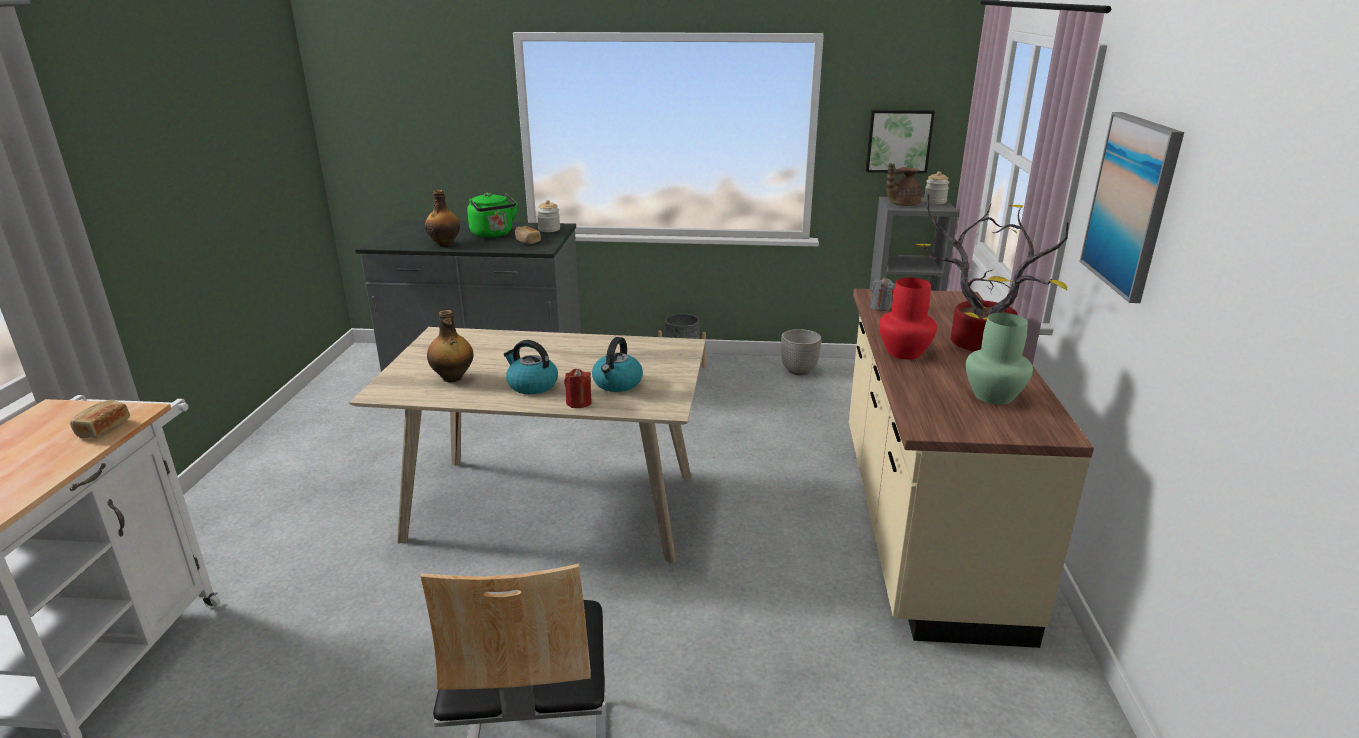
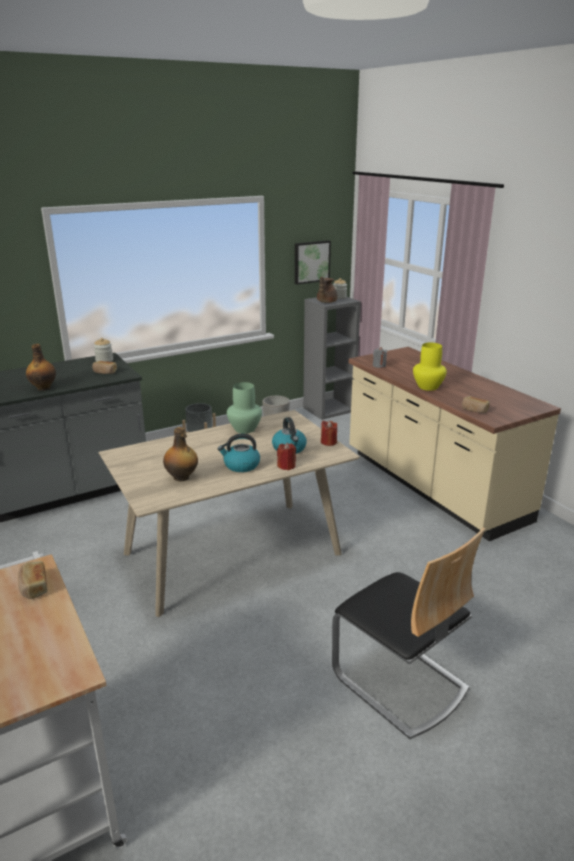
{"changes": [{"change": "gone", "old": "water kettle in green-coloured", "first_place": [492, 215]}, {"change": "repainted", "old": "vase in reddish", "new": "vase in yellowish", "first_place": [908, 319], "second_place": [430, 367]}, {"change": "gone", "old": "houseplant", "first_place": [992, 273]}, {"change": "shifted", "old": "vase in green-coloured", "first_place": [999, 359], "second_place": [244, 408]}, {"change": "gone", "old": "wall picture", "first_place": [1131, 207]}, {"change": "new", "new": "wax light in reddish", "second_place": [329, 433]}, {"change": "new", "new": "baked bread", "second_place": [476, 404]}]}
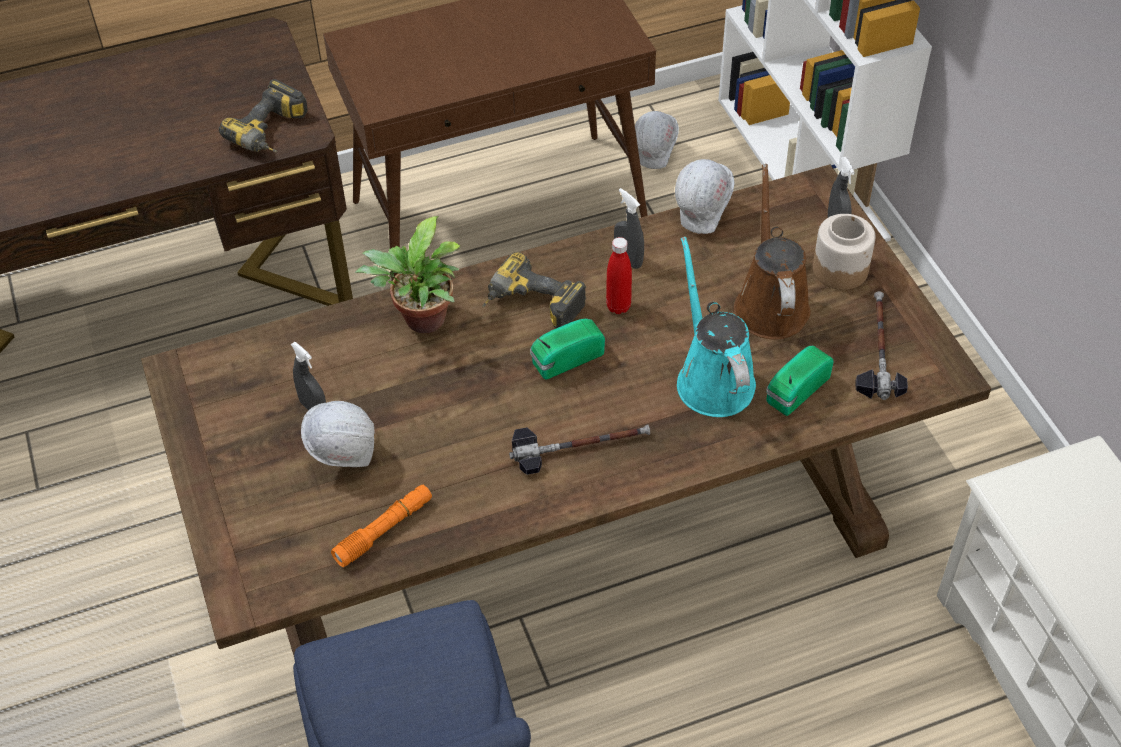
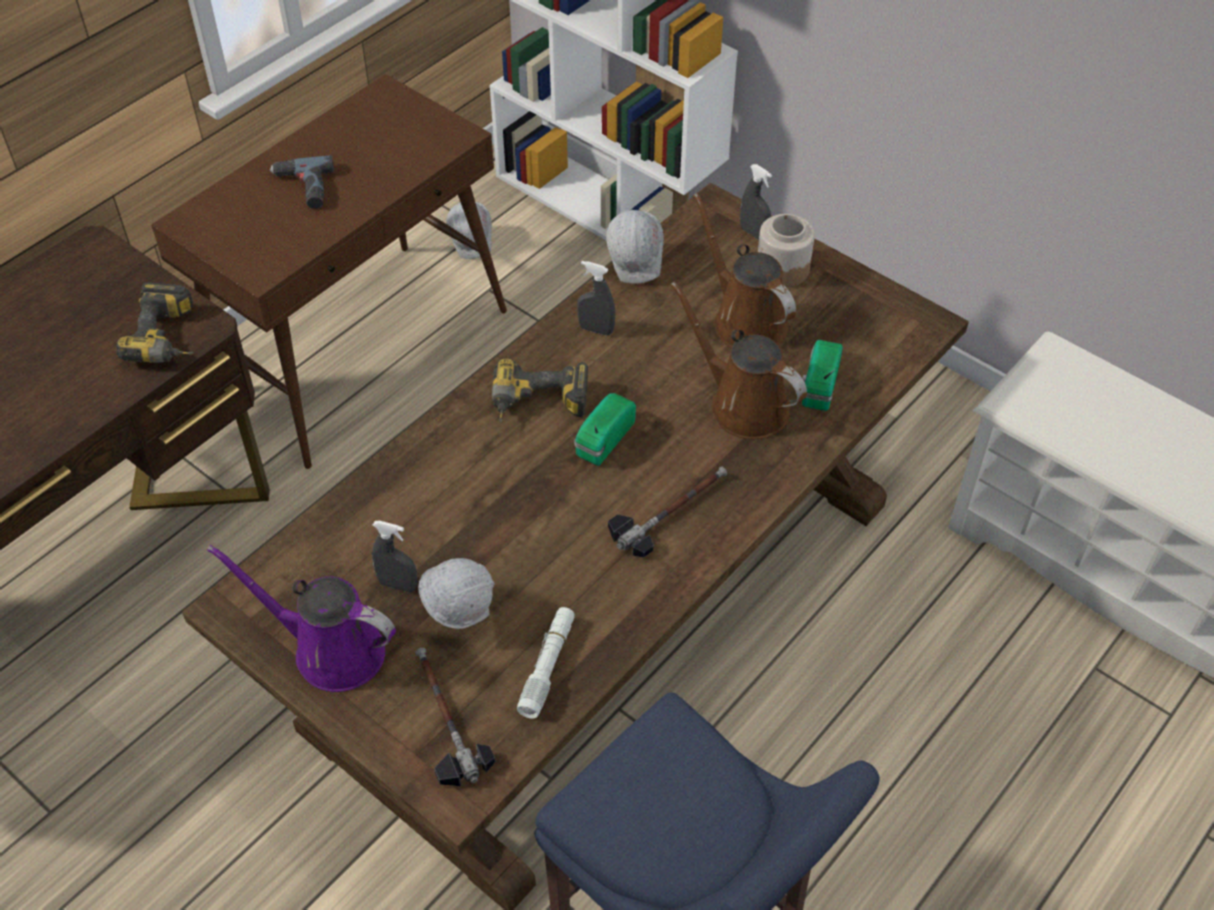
{"changes": [{"change": "repainted", "old": "torch in orange", "new": "torch in white-coloured", "first_place": [381, 526], "second_place": [546, 663]}, {"change": "gone", "old": "houseplant", "first_place": [408, 274]}, {"change": "gone", "old": "drink bottle in reddish", "first_place": [619, 275]}, {"change": "repainted", "old": "watering can in blue-green", "new": "watering can in brown-coloured", "first_place": [716, 327], "second_place": [739, 360]}, {"change": "shifted", "old": "tool hammer", "first_place": [881, 345], "second_place": [455, 717]}, {"change": "new", "new": "watering can in purple", "second_place": [301, 618]}, {"change": "new", "new": "power drill", "second_place": [302, 182]}]}
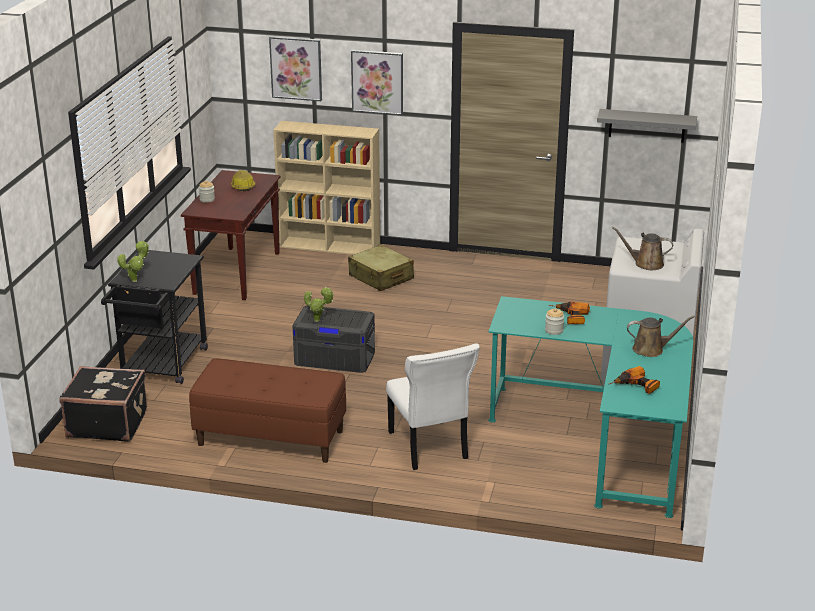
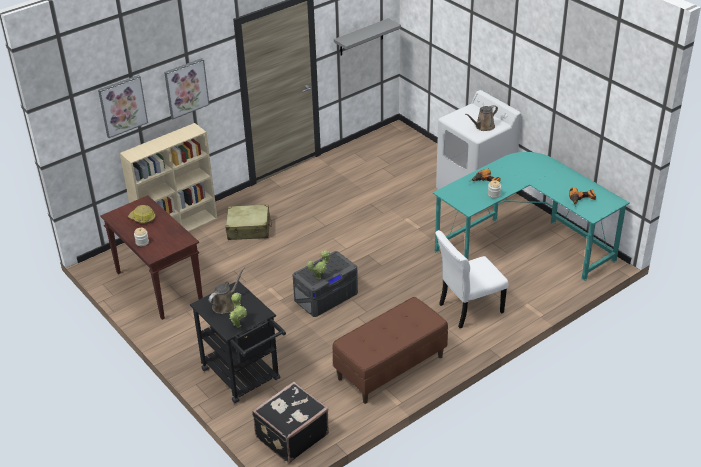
{"changes": [{"change": "rotated", "old": "chair in white-coloured", "first_place": [433, 407], "second_place": [471, 279], "degrees": 135}, {"change": "shifted", "old": "watering can in brown-coloured", "first_place": [661, 336], "second_place": [226, 290]}]}
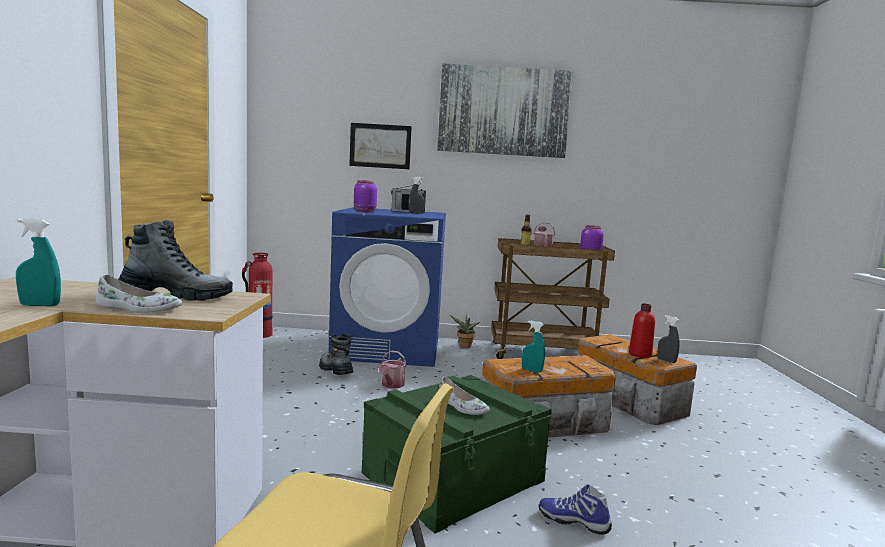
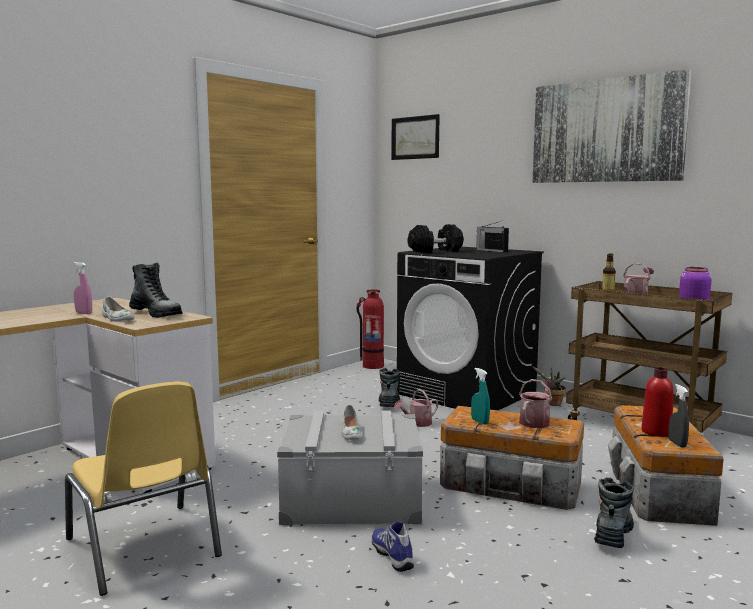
{"changes": [{"change": "repainted", "old": "sprayer in blue-green", "new": "sprayer in pink-coloured", "first_place": [38, 262], "second_place": [83, 288]}, {"change": "repainted", "old": "washing machine in blue", "new": "washing machine in black", "first_place": [387, 287], "second_place": [470, 328]}, {"change": "shifted", "old": "wall picture", "first_place": [380, 146], "second_place": [416, 137]}, {"change": "swapped", "old": "storage jar in purple", "new": "dumbbell in black", "first_place": [365, 196], "second_place": [435, 238]}, {"change": "repainted", "old": "storage container in green-coloured", "new": "storage container in grey", "first_place": [457, 454], "second_place": [350, 467]}, {"change": "gone", "old": "sprayer in grey", "first_place": [416, 195]}, {"change": "new", "new": "watering can", "second_place": [537, 403]}, {"change": "new", "new": "boot", "second_place": [614, 512]}]}
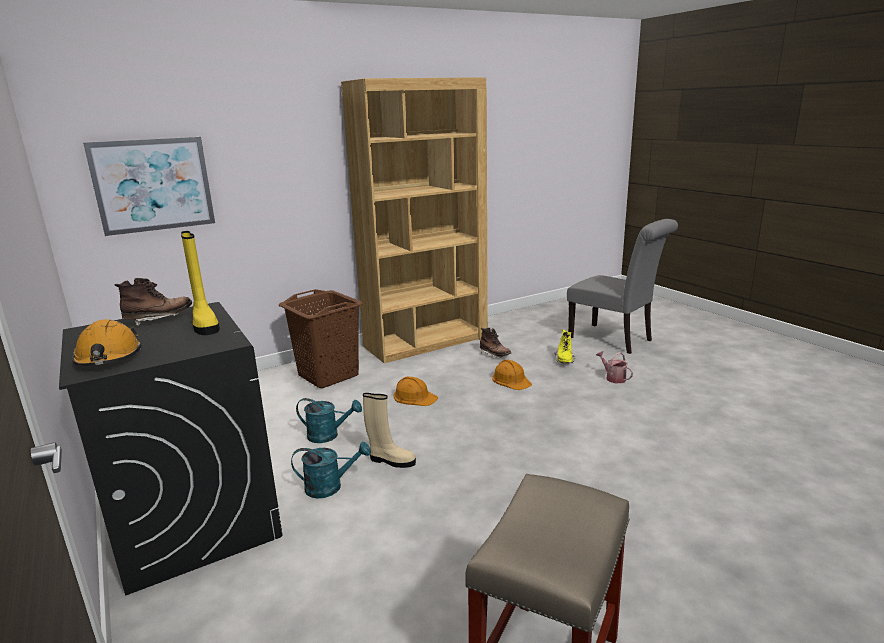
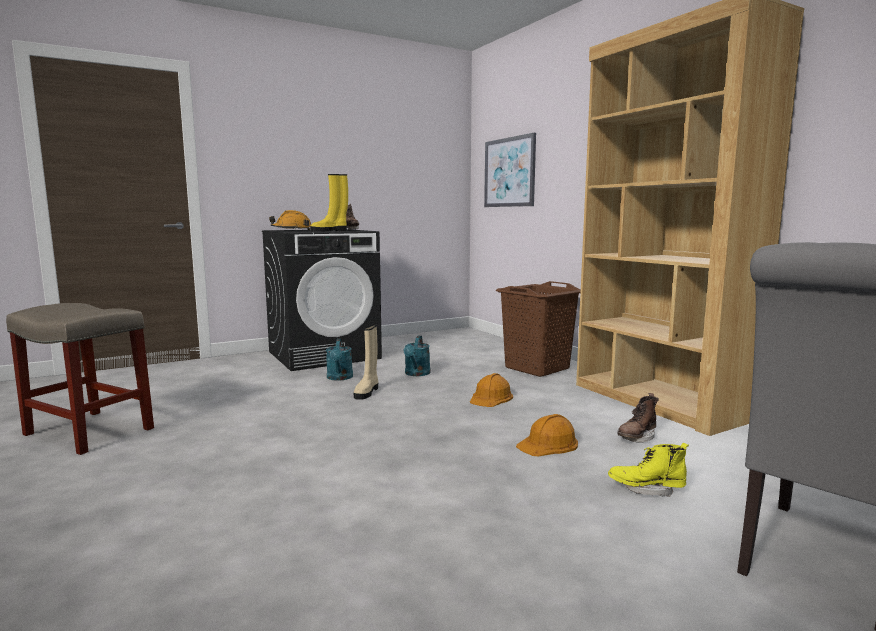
{"changes": [{"change": "gone", "old": "watering can", "first_place": [614, 367]}]}
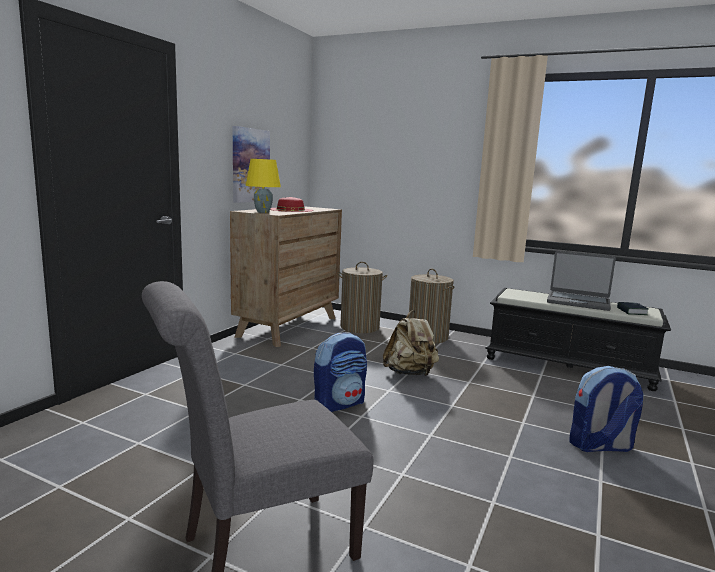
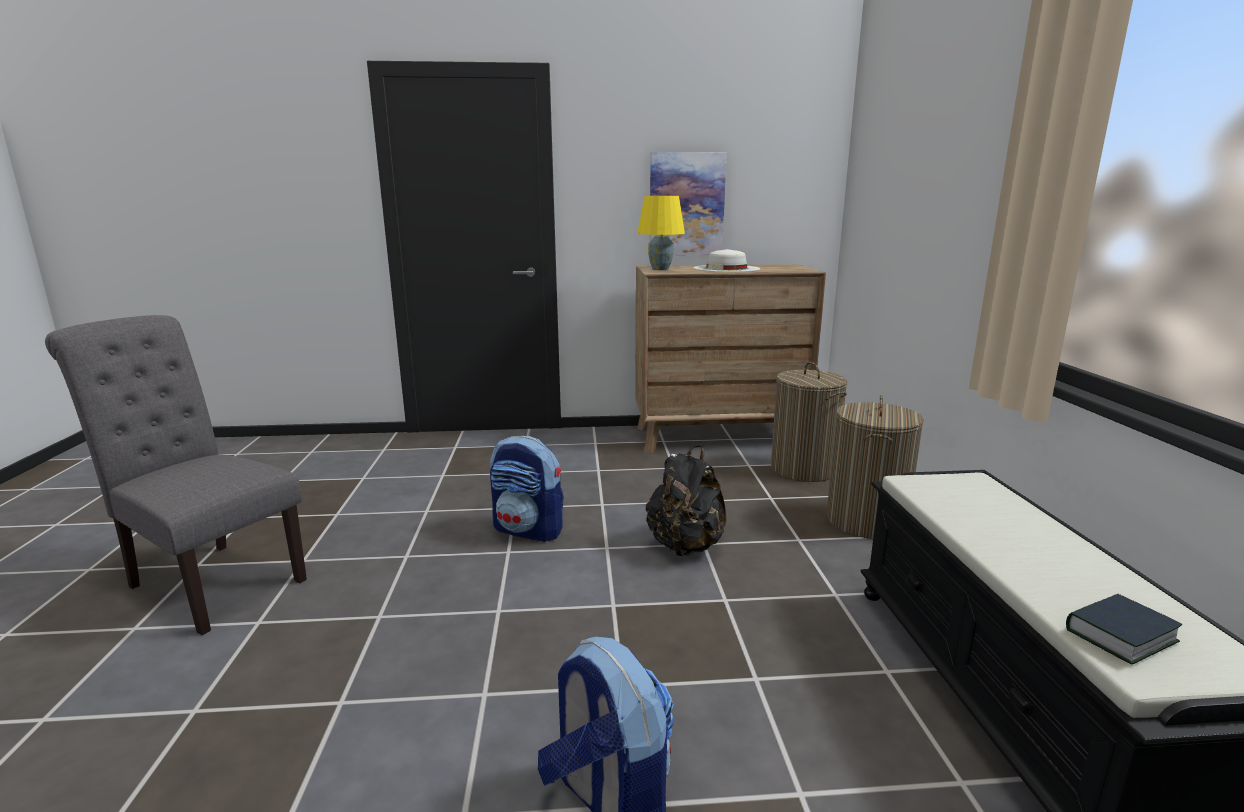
{"changes": [{"change": "repainted", "old": "wearable hat in reddish", "new": "wearable hat in white-coloured", "first_place": [291, 204], "second_place": [727, 260]}, {"change": "repainted", "old": "rucksack in beige", "new": "rucksack in black", "first_place": [411, 343], "second_place": [686, 501]}, {"change": "gone", "old": "laptop", "first_place": [581, 281]}]}
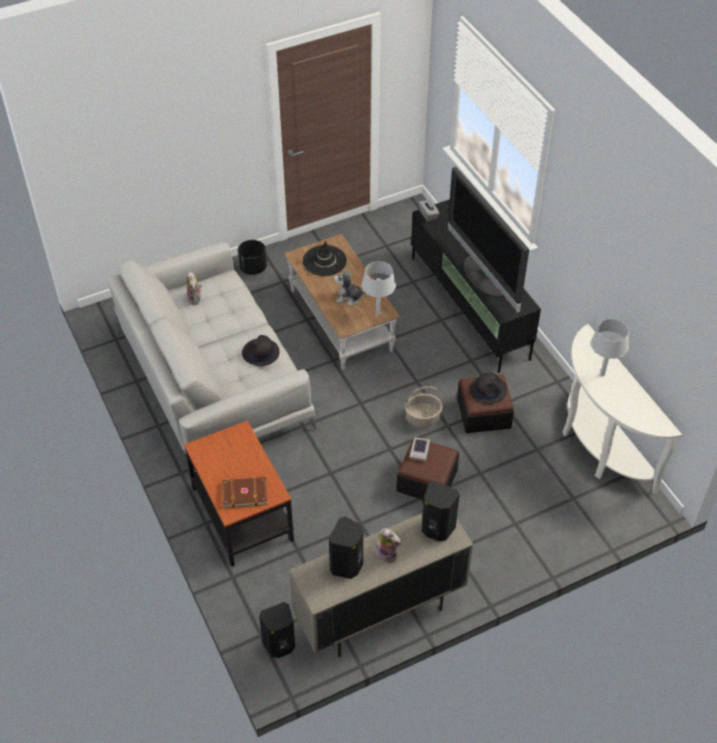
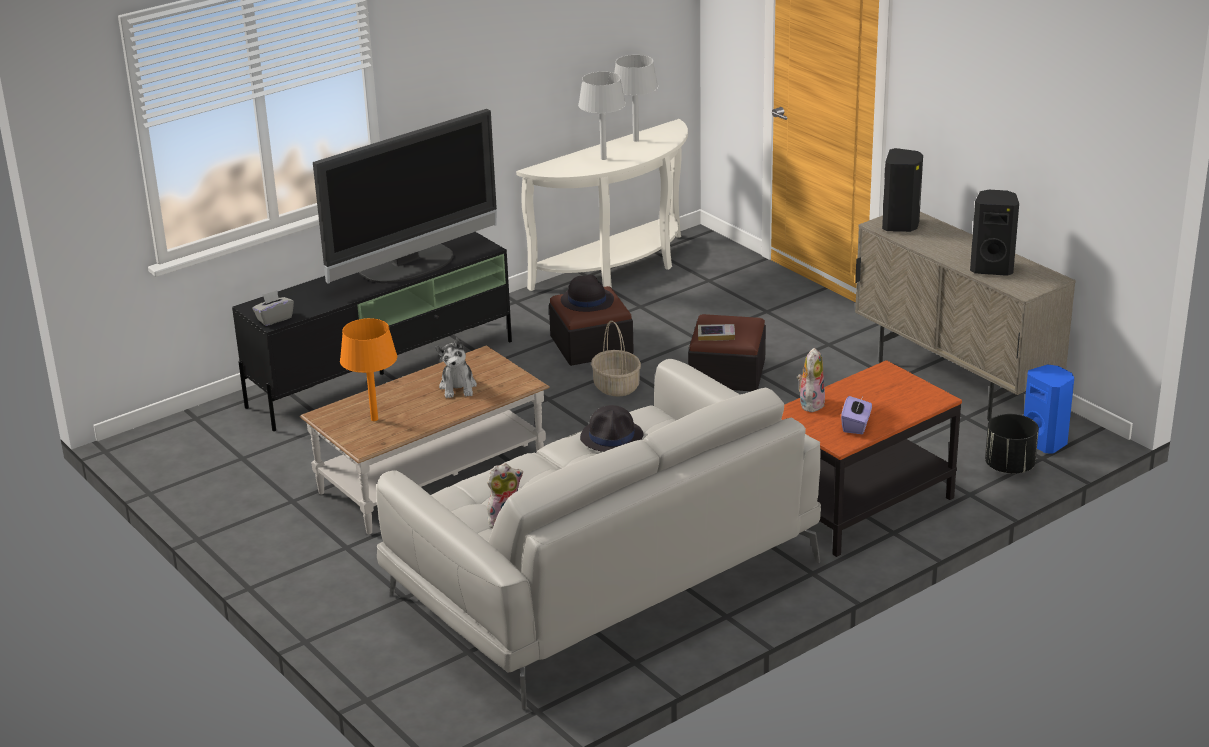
{"changes": [{"change": "gone", "old": "bound book in brown-coloured", "first_place": [245, 492]}, {"change": "shifted", "old": "flower pot in black", "first_place": [252, 257], "second_place": [1012, 444]}, {"change": "repainted", "old": "speaker in black", "new": "speaker in blue", "first_place": [277, 630], "second_place": [1049, 409]}, {"change": "swapped", "old": "wearable hat in black", "new": "table lamp in orange", "first_place": [325, 258], "second_place": [368, 369]}, {"change": "shifted", "old": "table lamp in grey", "first_place": [379, 288], "second_place": [636, 98]}, {"change": "shifted", "old": "soft toy", "first_place": [389, 546], "second_place": [811, 380]}, {"change": "new", "new": "box of tissues in purple", "second_place": [856, 414]}]}
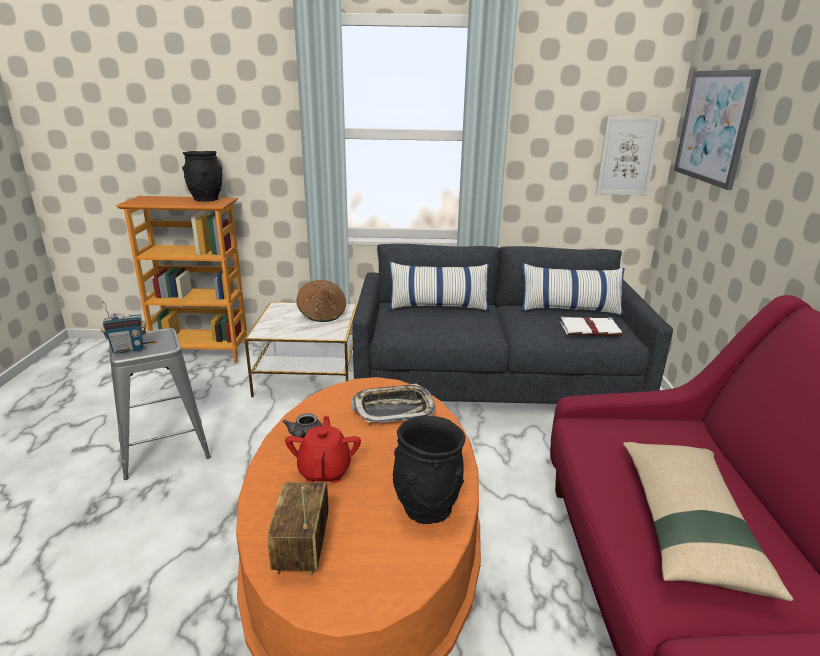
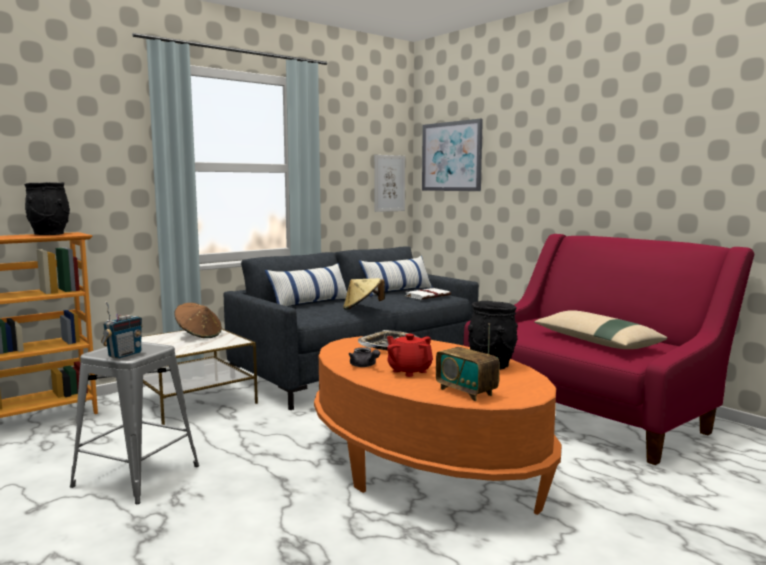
{"changes": [{"change": "new", "new": "wearable hat in beige", "second_place": [364, 294]}]}
